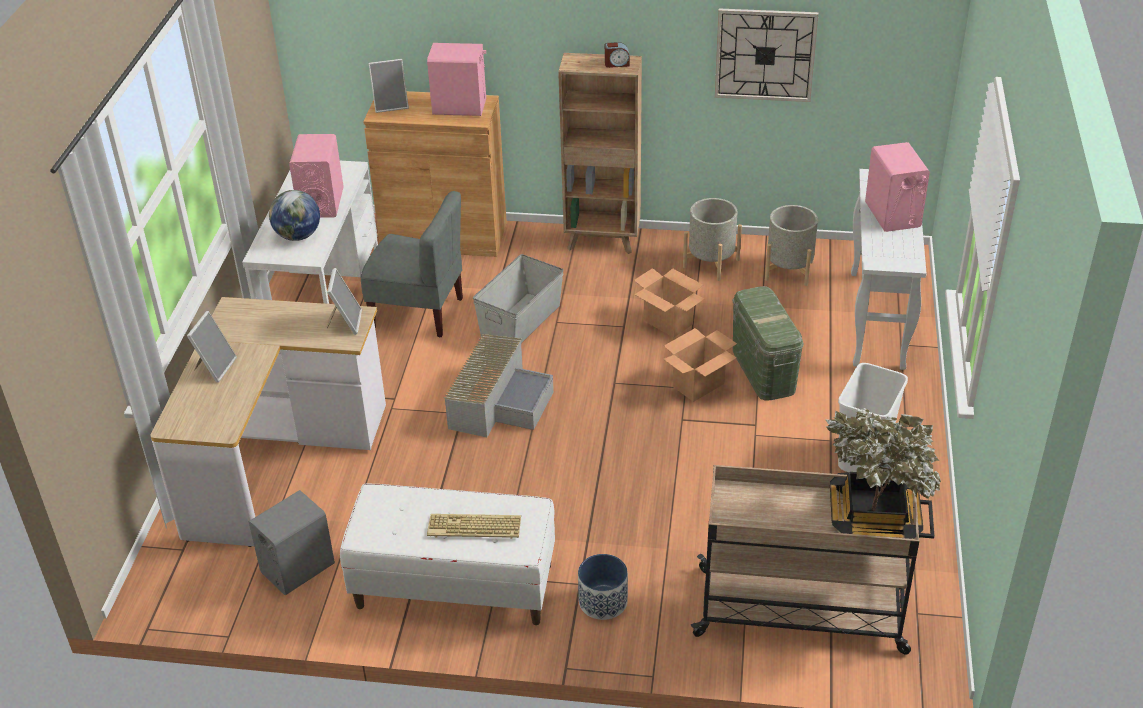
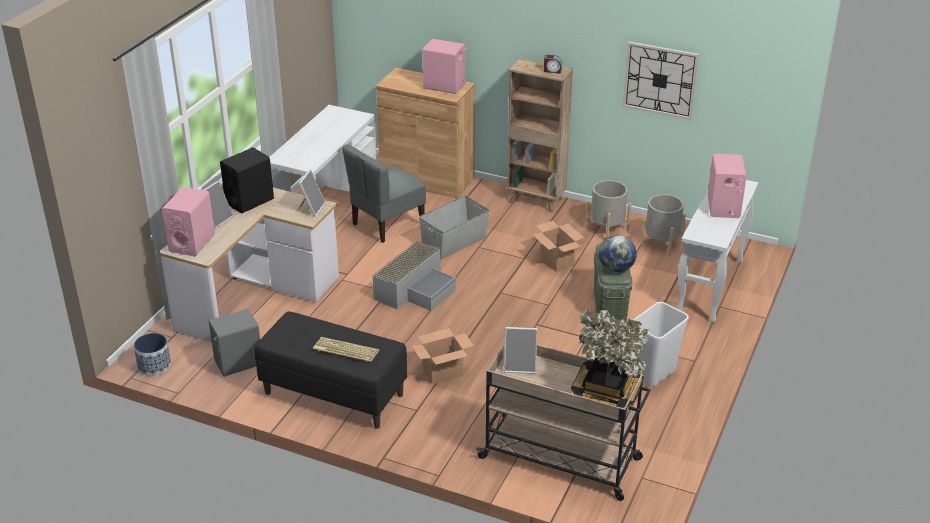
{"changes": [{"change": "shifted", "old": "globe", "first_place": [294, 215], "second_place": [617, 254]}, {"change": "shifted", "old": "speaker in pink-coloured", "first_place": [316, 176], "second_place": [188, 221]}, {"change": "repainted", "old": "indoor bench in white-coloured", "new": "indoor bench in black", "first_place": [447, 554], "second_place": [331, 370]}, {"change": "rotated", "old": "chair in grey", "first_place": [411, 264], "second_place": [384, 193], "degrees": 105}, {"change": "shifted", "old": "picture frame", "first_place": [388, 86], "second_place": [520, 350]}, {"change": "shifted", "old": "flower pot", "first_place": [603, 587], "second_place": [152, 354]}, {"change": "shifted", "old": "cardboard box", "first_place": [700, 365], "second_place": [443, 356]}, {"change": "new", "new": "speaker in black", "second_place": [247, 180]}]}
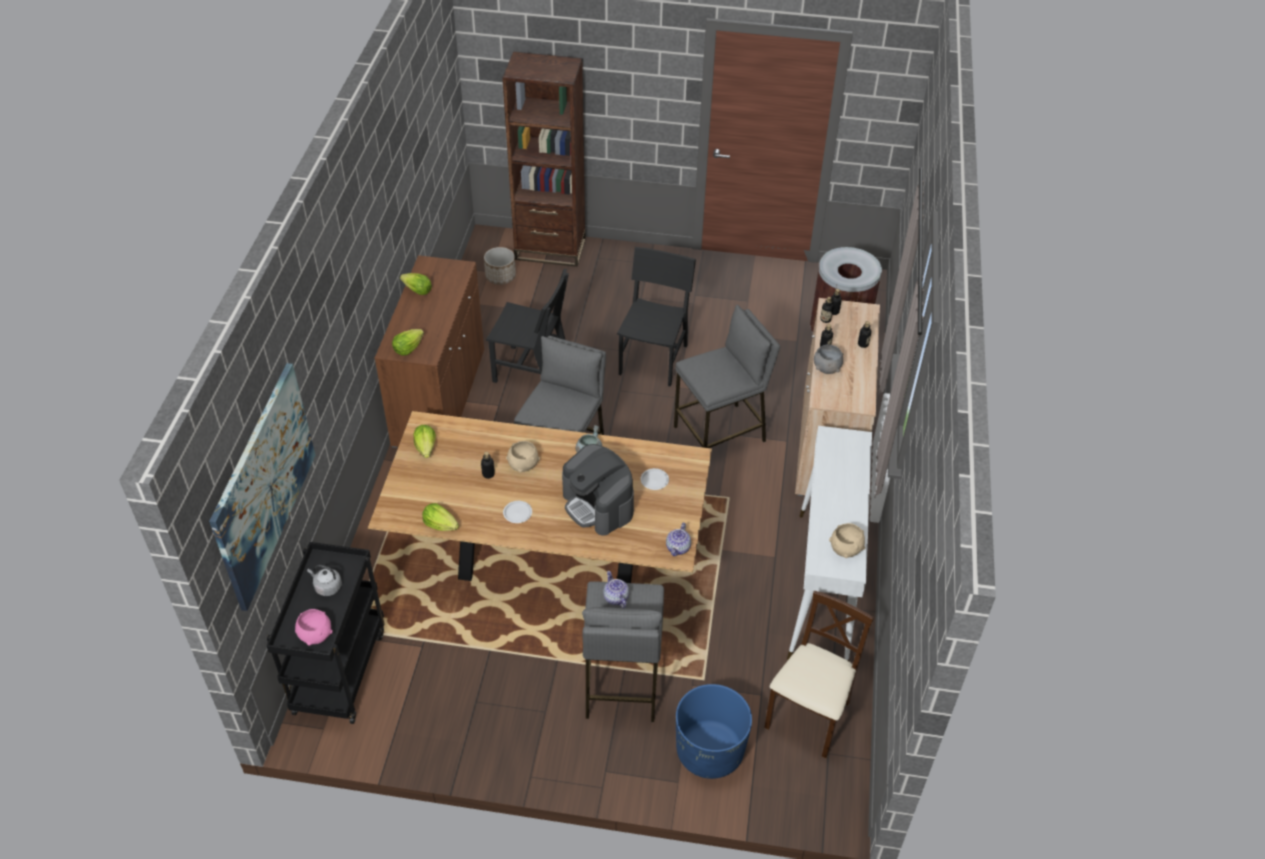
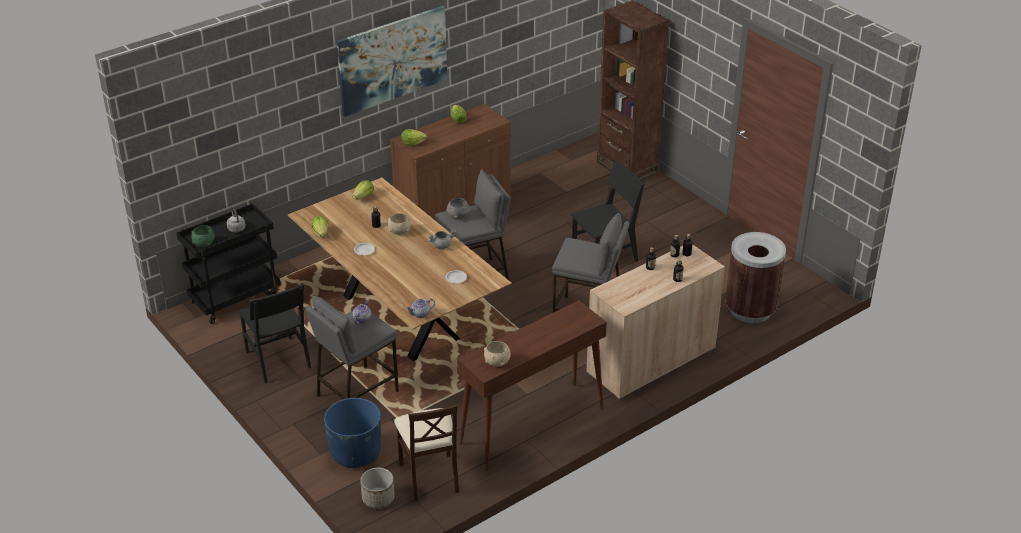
{"changes": [{"change": "shifted", "old": "wall picture", "first_place": [262, 487], "second_place": [391, 61]}, {"change": "repainted", "old": "deep dish in pink-coloured", "new": "deep dish in green-coloured", "first_place": [314, 627], "second_place": [203, 236]}, {"change": "shifted", "old": "flower pot", "first_place": [500, 266], "second_place": [377, 488]}, {"change": "shifted", "old": "chair in black", "first_place": [527, 326], "second_place": [274, 333]}, {"change": "gone", "old": "coffee maker", "first_place": [598, 490]}, {"change": "rotated", "old": "chair in beige", "first_place": [819, 674], "second_place": [426, 453], "degrees": 90}, {"change": "repainted", "old": "narrow table in white-coloured", "new": "narrow table in brown-coloured", "first_place": [829, 543], "second_place": [532, 385]}, {"change": "shifted", "old": "deep dish in grey", "first_place": [828, 359], "second_place": [458, 208]}]}
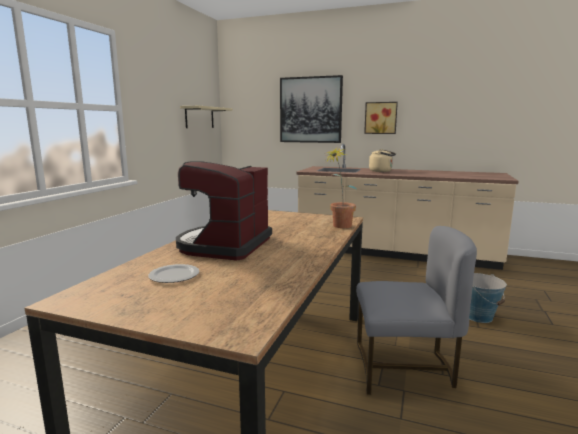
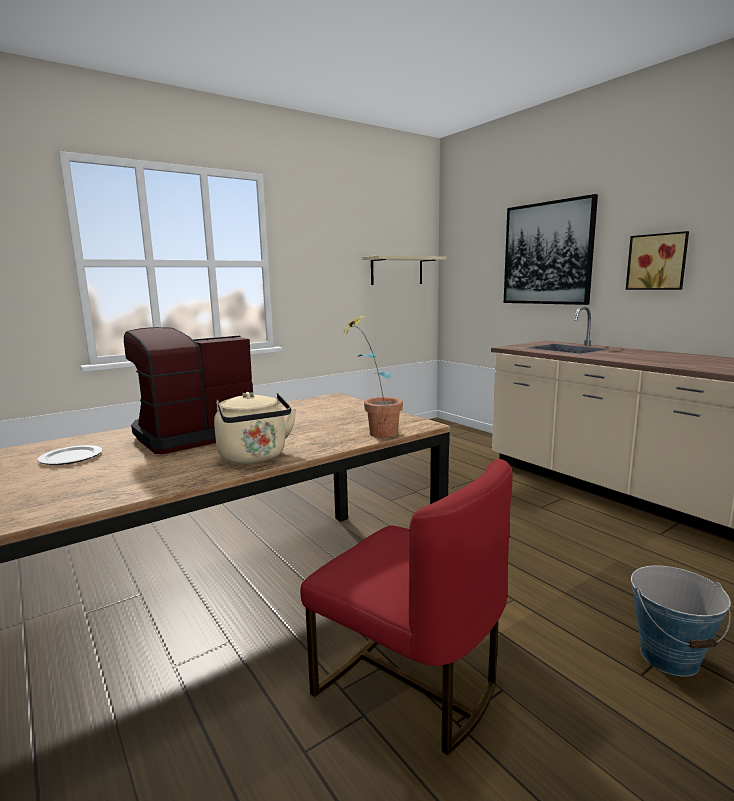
{"changes": [{"change": "repainted", "old": "chair in grey", "new": "chair in reddish", "first_place": [416, 310], "second_place": [406, 607]}, {"change": "shifted", "old": "water kettle in beige", "first_place": [382, 160], "second_place": [255, 428]}]}
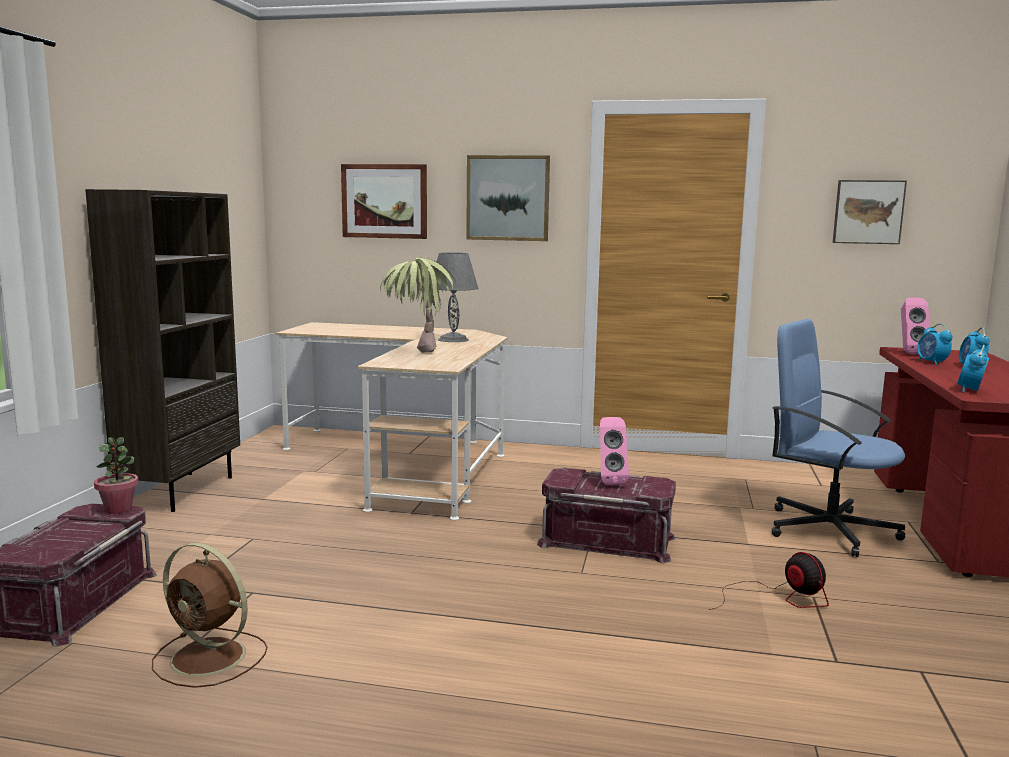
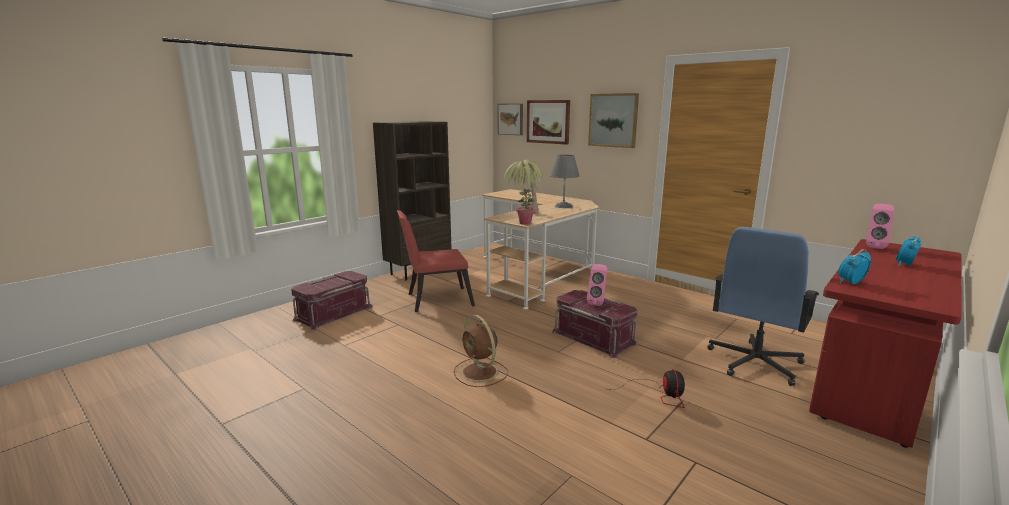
{"changes": [{"change": "shifted", "old": "houseplant", "first_place": [116, 475], "second_place": [525, 206]}, {"change": "shifted", "old": "cooling fan in brown-coloured", "first_place": [209, 615], "second_place": [481, 351]}, {"change": "rotated", "old": "desk chair in blue", "first_place": [838, 438], "second_place": [763, 306], "degrees": -120}, {"change": "shifted", "old": "wall picture", "first_place": [870, 212], "second_place": [510, 119]}, {"change": "gone", "old": "table clock", "first_place": [935, 344]}, {"change": "new", "new": "chair in reddish", "second_place": [436, 261]}]}
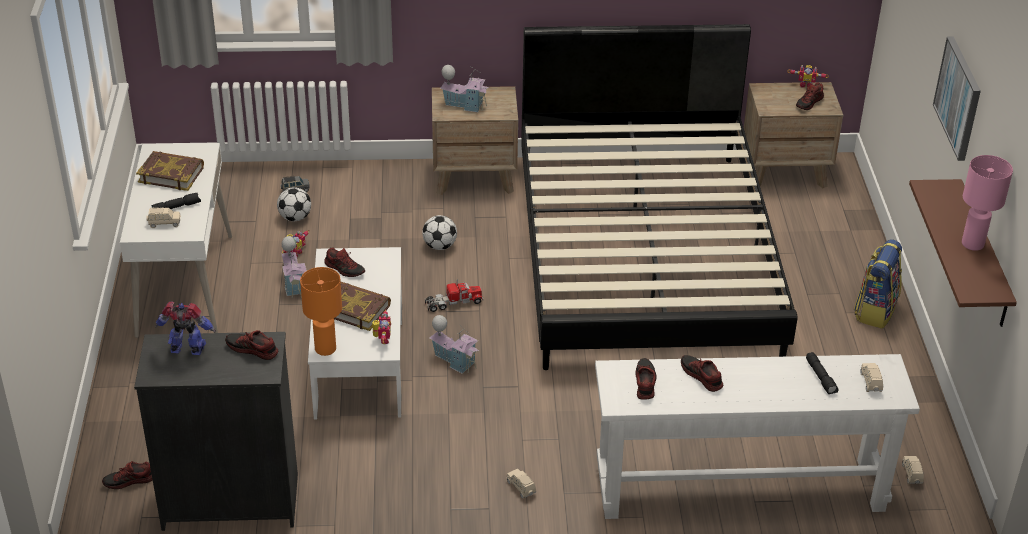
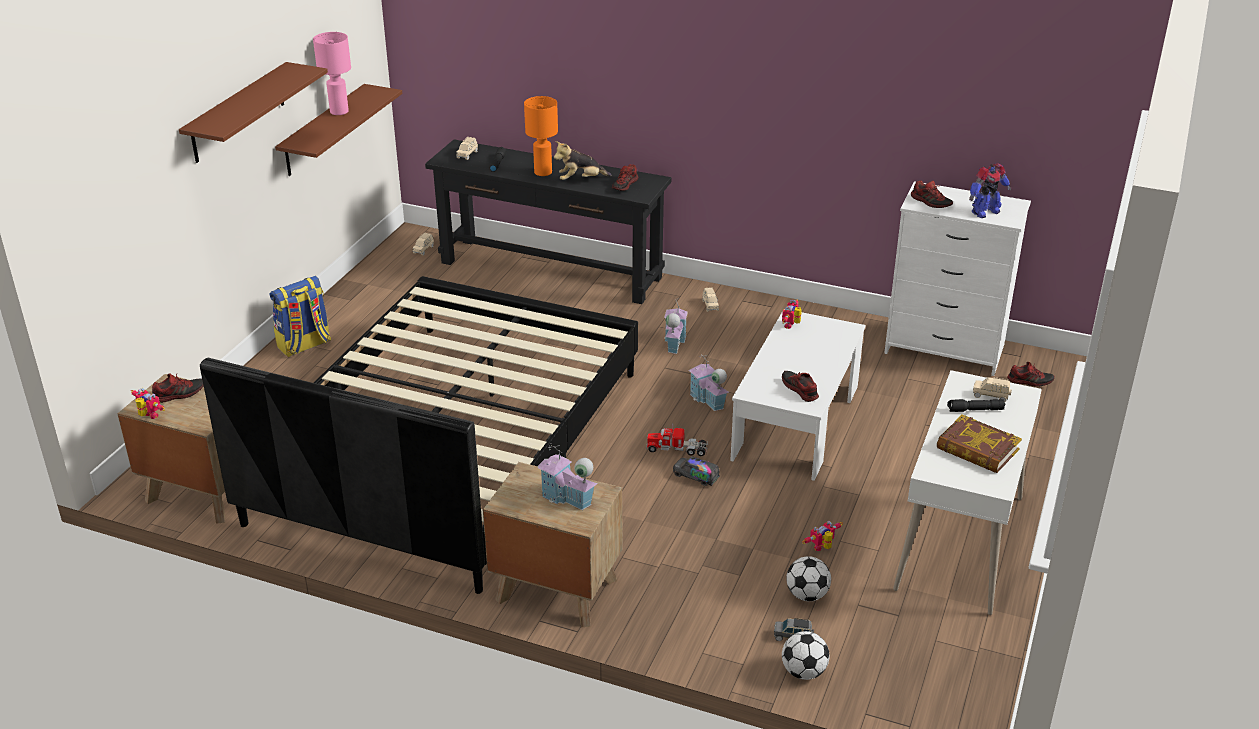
{"changes": [{"change": "repainted", "old": "drawer chest in black", "new": "drawer chest in white-coloured", "first_place": [216, 431], "second_place": [957, 278]}, {"change": "rotated", "old": "robot figure", "first_place": [185, 328], "second_place": [990, 190], "degrees": -60}, {"change": "shifted", "old": "miniature house", "first_place": [294, 267], "second_place": [675, 326]}, {"change": "shifted", "old": "table lamp in orange", "first_place": [321, 311], "second_place": [541, 136]}, {"change": "gone", "old": "bound book", "first_place": [362, 306]}, {"change": "shifted", "old": "ball for football", "first_place": [439, 232], "second_place": [806, 655]}, {"change": "repainted", "old": "narrow table in white-coloured", "new": "narrow table in black", "first_place": [757, 436], "second_place": [548, 221]}, {"change": "swapped", "old": "shoe", "new": "soft toy", "first_place": [702, 373], "second_place": [583, 160]}, {"change": "swapped", "old": "wall picture", "new": "shelf in brown-coloured", "first_place": [957, 99], "second_place": [253, 112]}, {"change": "new", "new": "model truck", "second_place": [696, 471]}]}
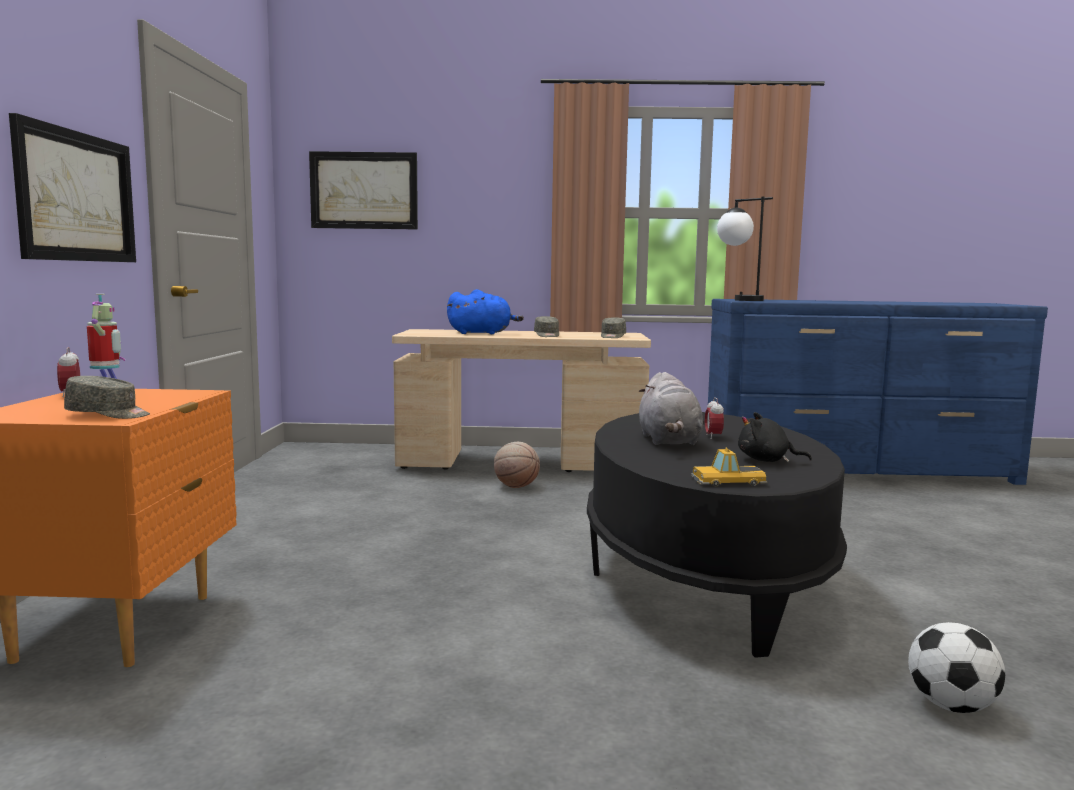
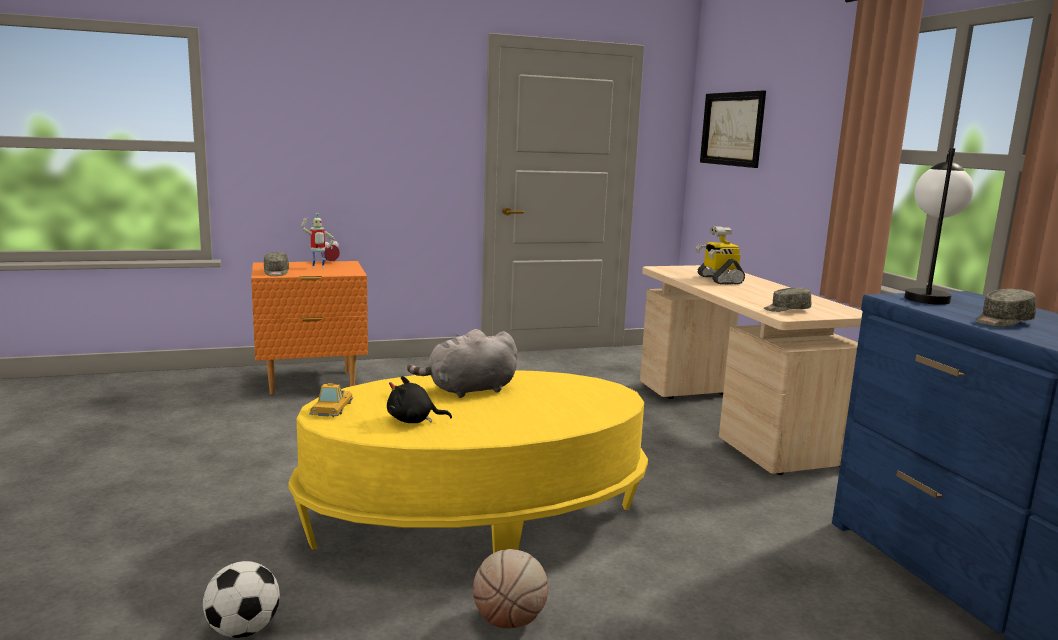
{"changes": [{"change": "gone", "old": "wall picture", "first_place": [72, 187]}, {"change": "swapped", "old": "soft toy in blue", "new": "robot figure", "first_place": [485, 311], "second_place": [720, 255]}, {"change": "shifted", "old": "ball for basketball", "first_place": [517, 465], "second_place": [510, 588]}, {"change": "shifted", "old": "baseball cap in grey", "first_place": [546, 326], "second_place": [1006, 308]}, {"change": "repainted", "old": "low table in black", "new": "low table in yellowish", "first_place": [717, 535], "second_place": [468, 461]}, {"change": "rotated", "old": "model car", "first_place": [729, 467], "second_place": [331, 400], "degrees": -150}, {"change": "gone", "old": "table clock", "first_place": [714, 418]}, {"change": "rotated", "old": "soft toy in black", "first_place": [775, 437], "second_place": [419, 399], "degrees": -90}]}
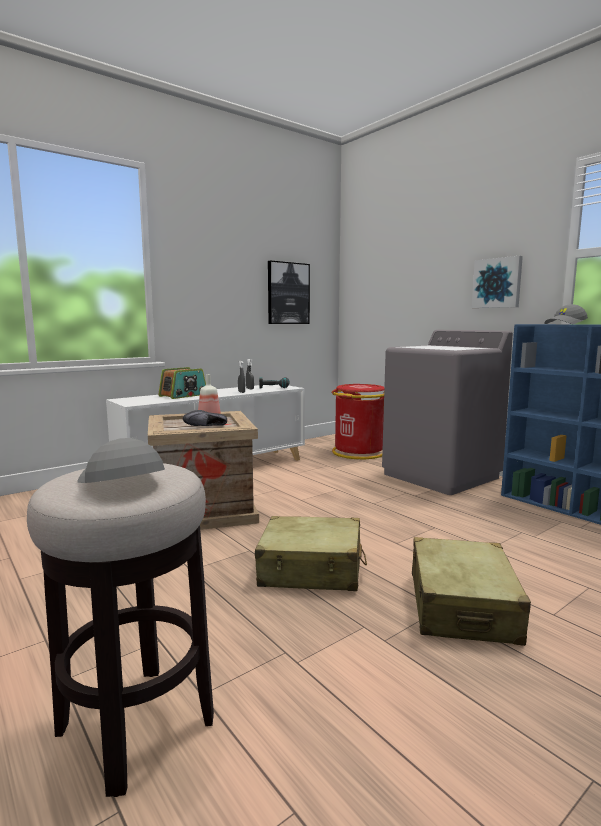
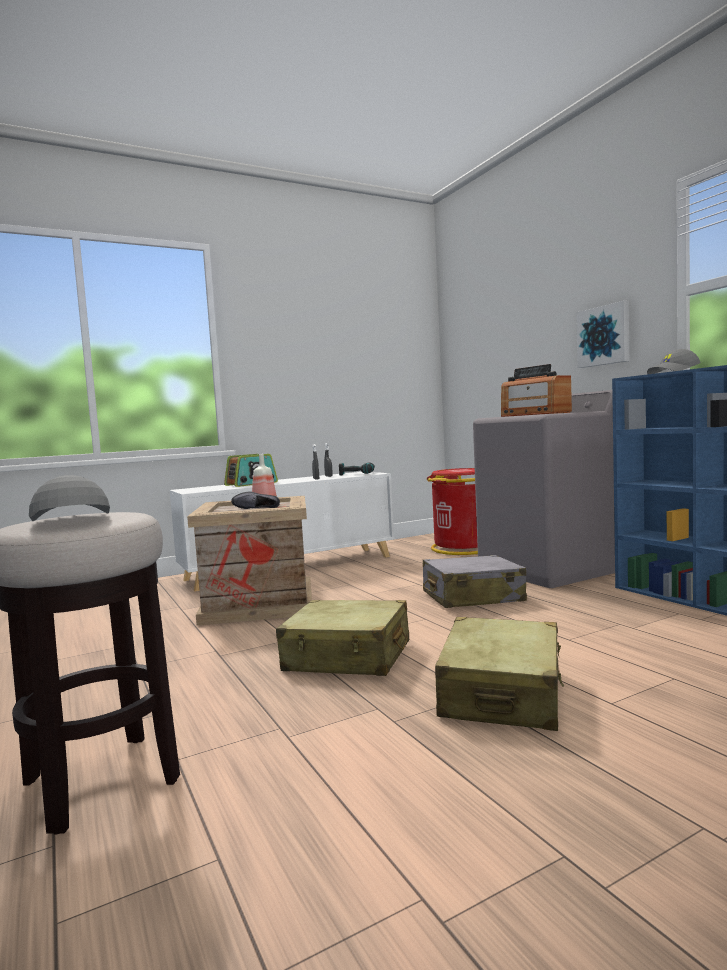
{"changes": [{"change": "gone", "old": "wall picture", "first_place": [289, 292]}, {"change": "new", "new": "travel case in grey", "second_place": [475, 581]}, {"change": "new", "new": "radio set", "second_place": [536, 390]}]}
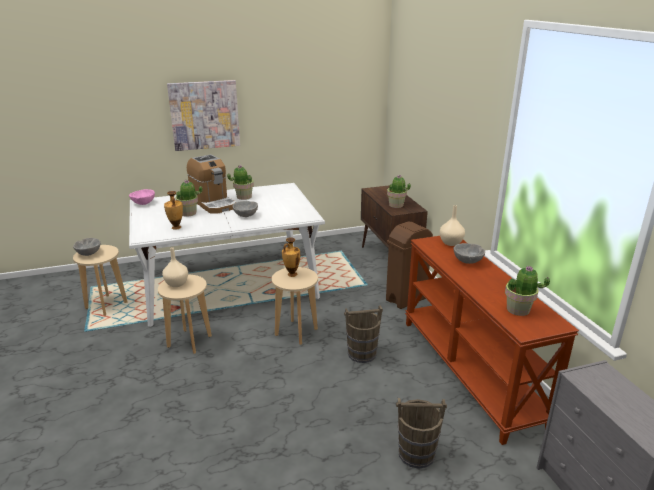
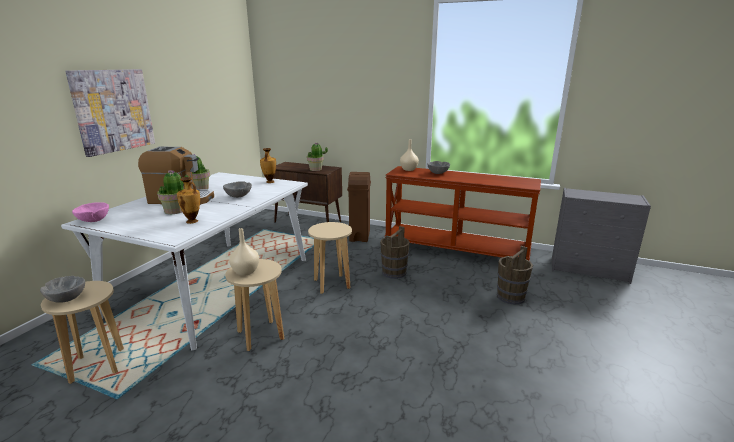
{"changes": [{"change": "shifted", "old": "vase", "first_place": [291, 257], "second_place": [268, 165]}, {"change": "gone", "old": "houseplant", "first_place": [527, 291]}]}
